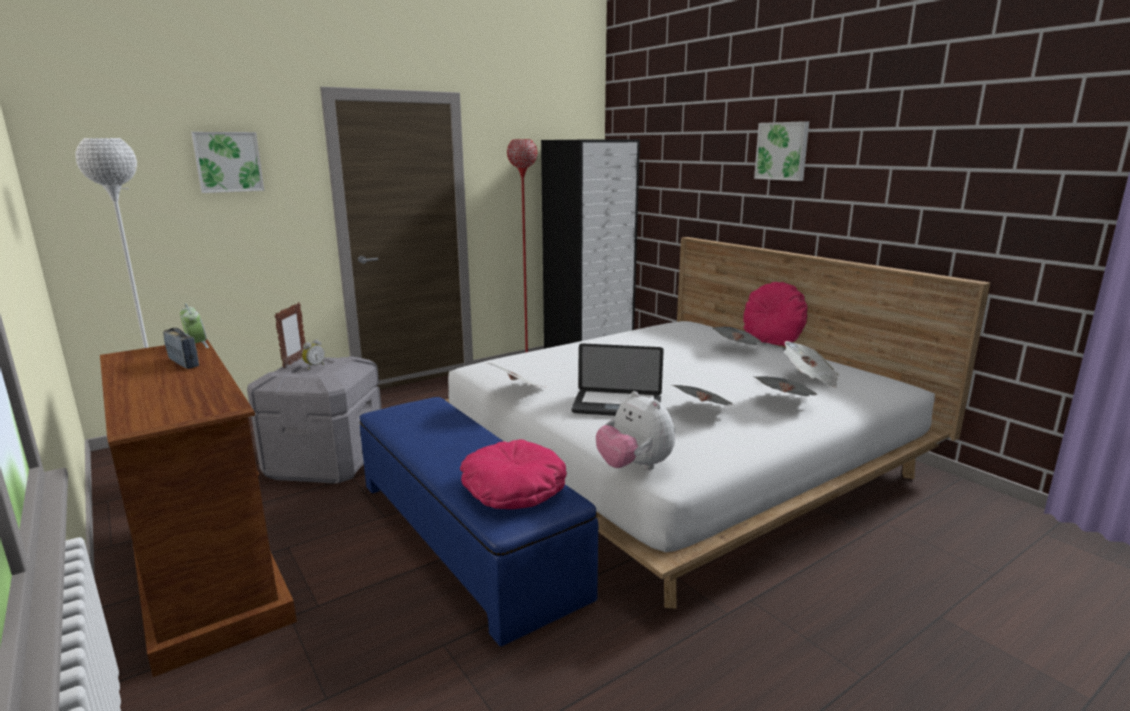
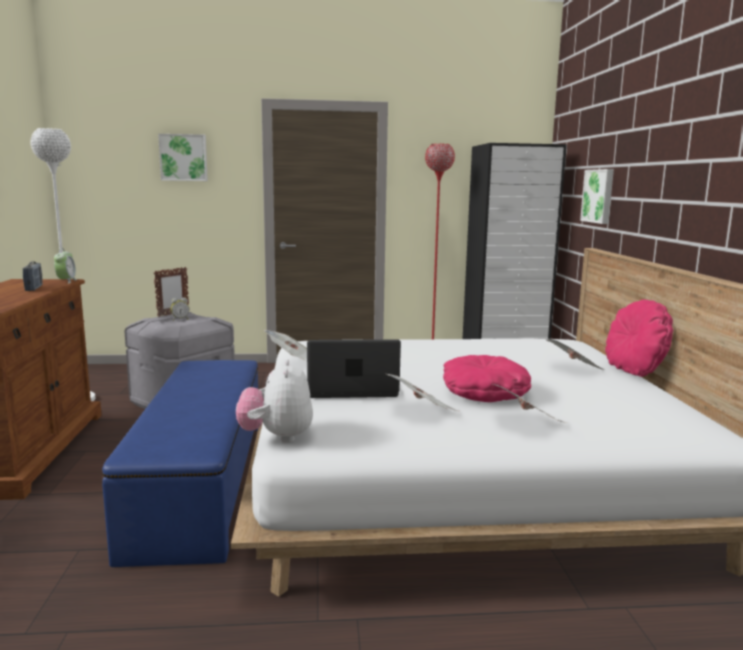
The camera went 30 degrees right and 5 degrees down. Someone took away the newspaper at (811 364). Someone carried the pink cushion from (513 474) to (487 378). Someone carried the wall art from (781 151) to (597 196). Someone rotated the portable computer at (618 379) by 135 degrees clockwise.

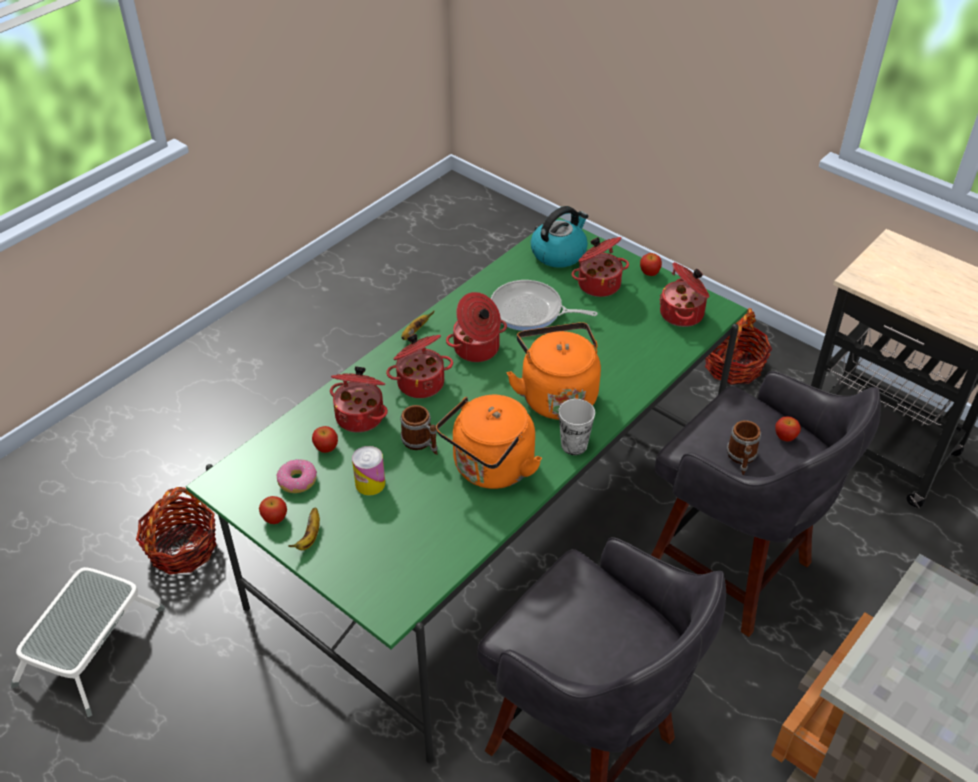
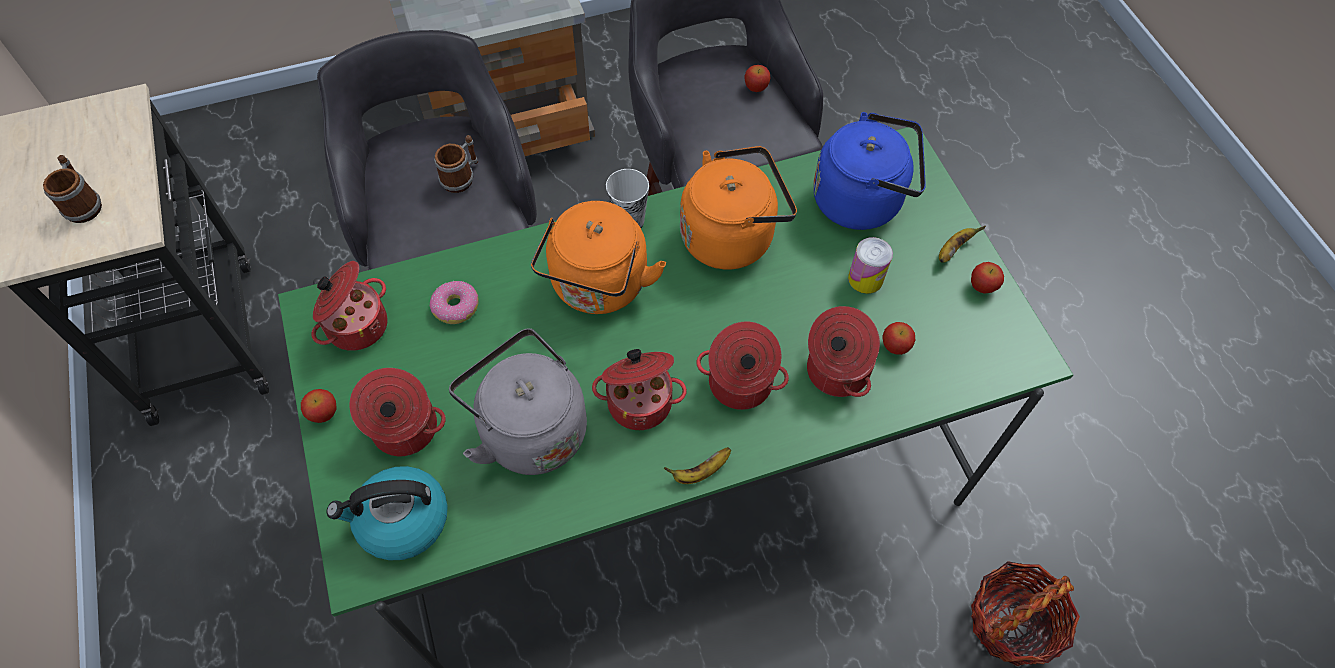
The camera went 150 degrees left and 15 degrees up. Someone took away the greyish step stool at (88 642). Someone took away the storage basket at (738 346). Someone put down the bluish water kettle at (869 171). Someone carried the ring doughnut from (297 476) to (454 302). Someone carried the tea mug from (419 430) to (72 189). Someone carried the apple from (788 429) to (757 78). Someone swapped the skillet at (544 305) for the greyish water kettle at (518 401).

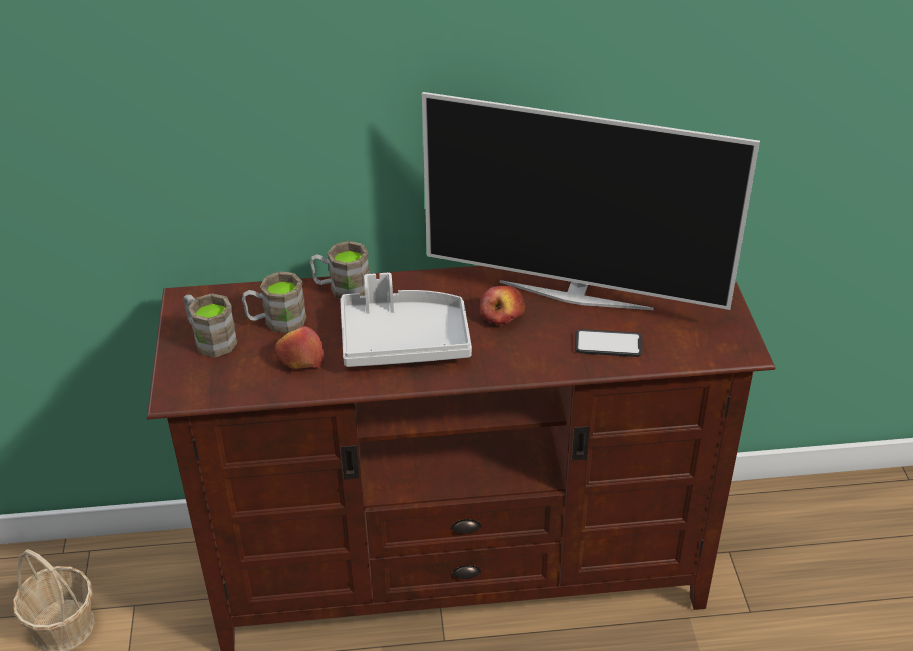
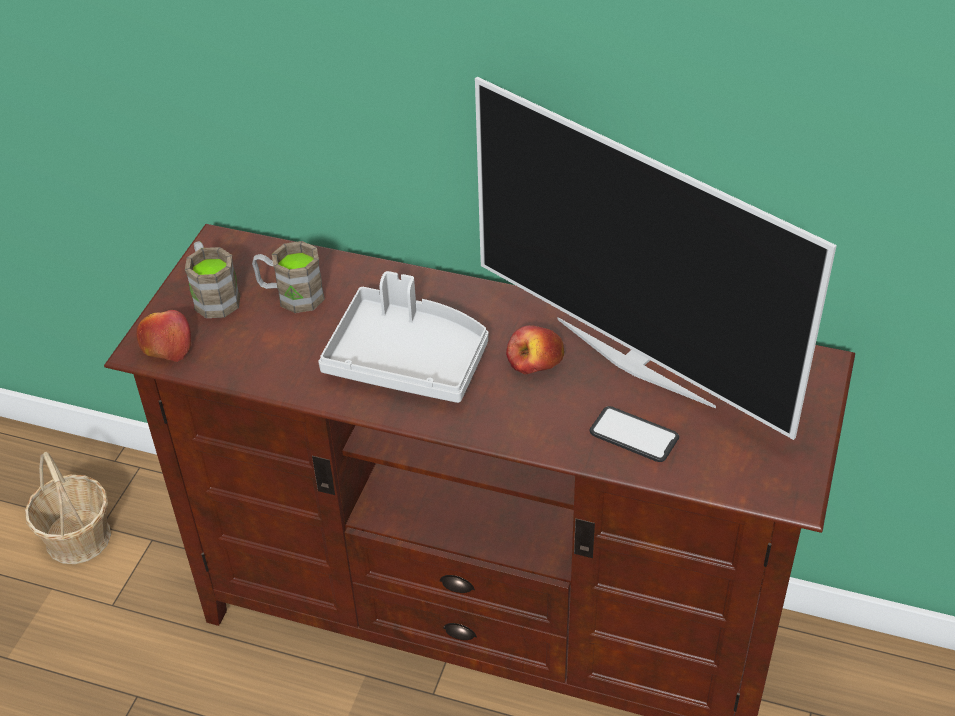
The camera went 25 degrees right and 5 degrees up. Someone took away the brown-coloured tea mug at (340 270). Someone carried the apple from (299 347) to (164 336).

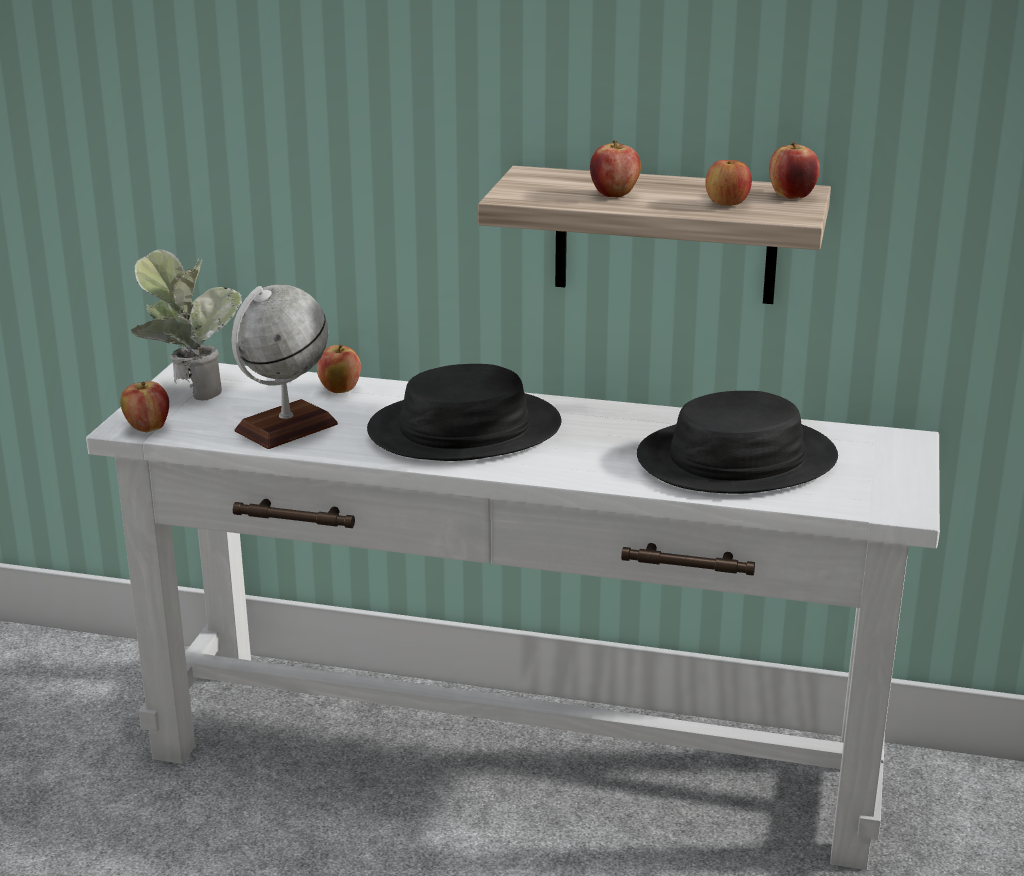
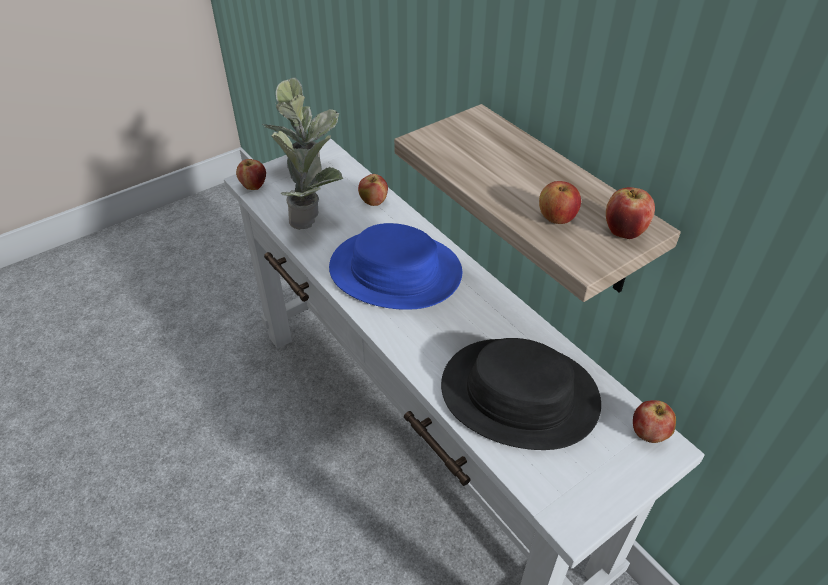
The camera went 40 degrees right and 20 degrees up. Someone carried the apple from (615 169) to (654 421). Someone swapped the desk globe at (284 366) for the plant in a pot at (307 180). Someone repainted the black hat at (464 412), which became the bluish hat at (395 266).

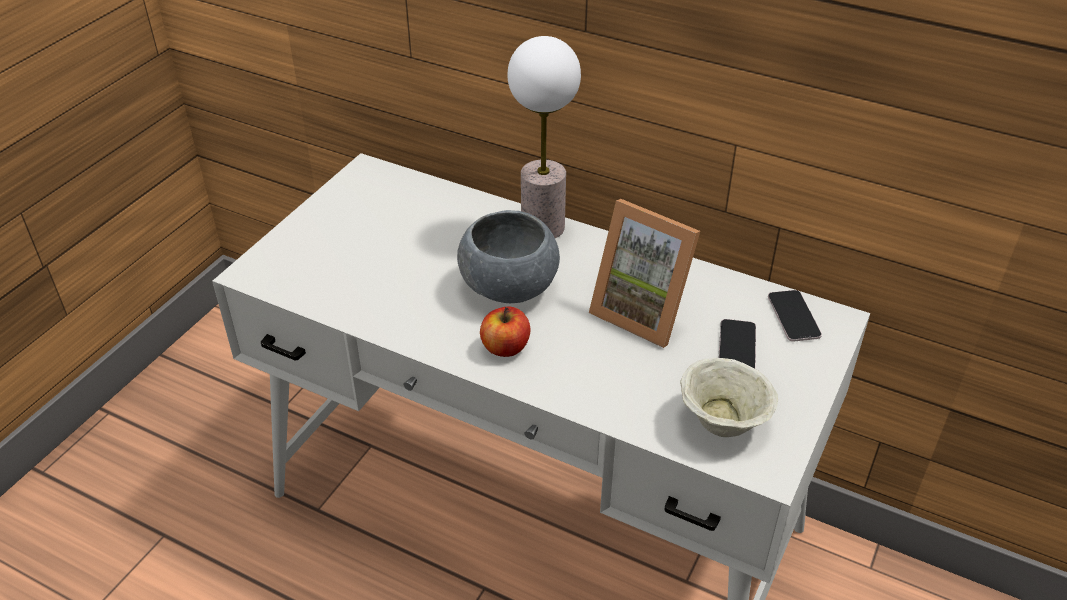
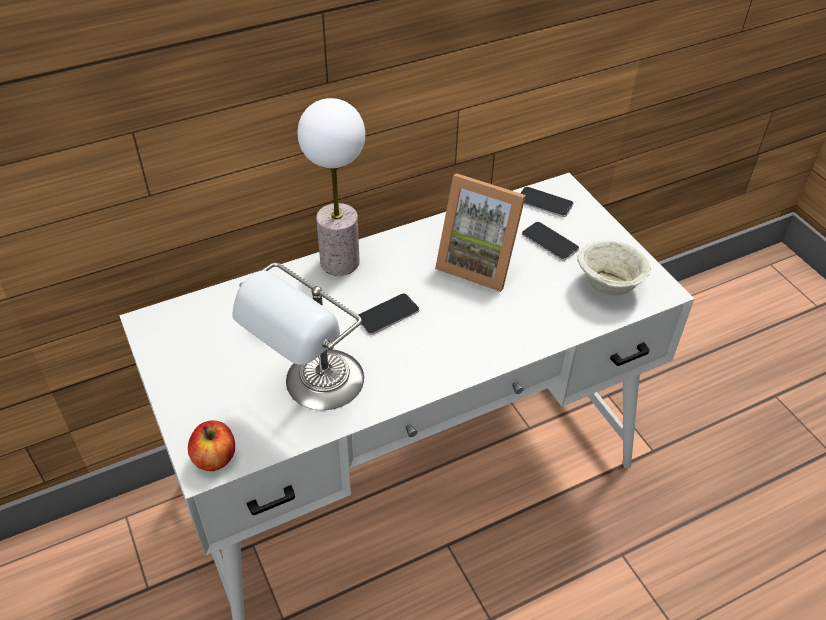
The camera went 55 degrees left and 5 degrees up. Someone put down the white table lamp at (298 336). Someone carried the apple from (505 331) to (211 445). Someone swapped the greyish serving bowl at (508 256) for the phone at (388 314). Someone rotated the picture frame at (644 273) by 45 degrees clockwise.

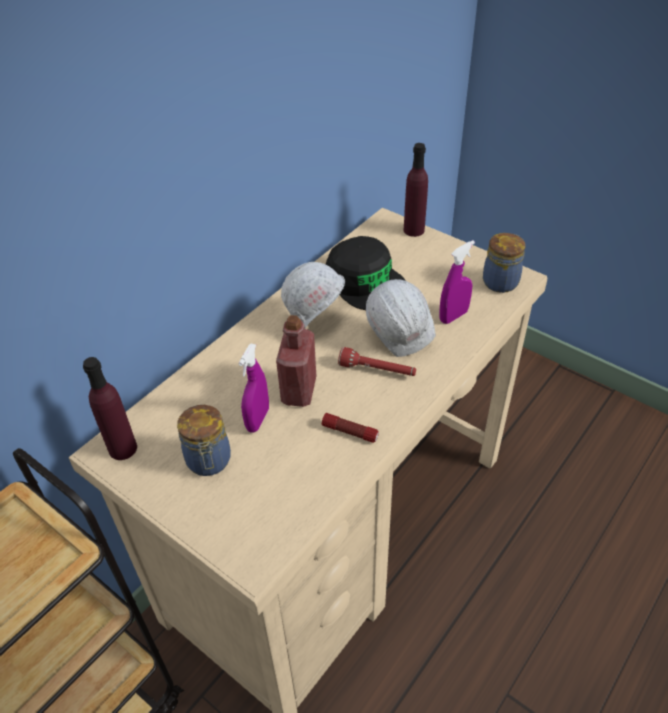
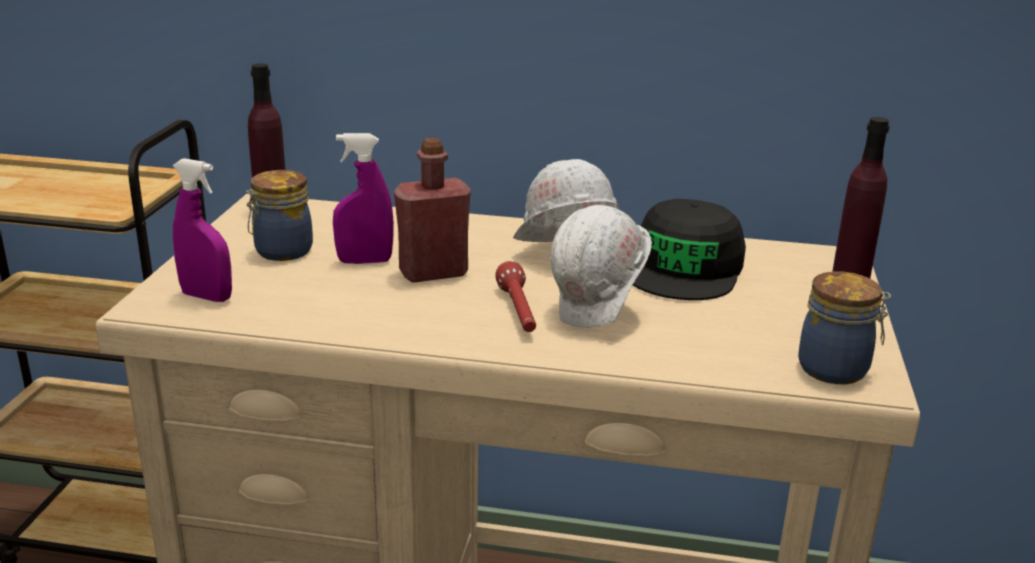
The camera went 60 degrees right and 20 degrees down. Someone took away the hand torch at (350 428). Someone carried the purple-coloured sprayer from (457 282) to (202 230).

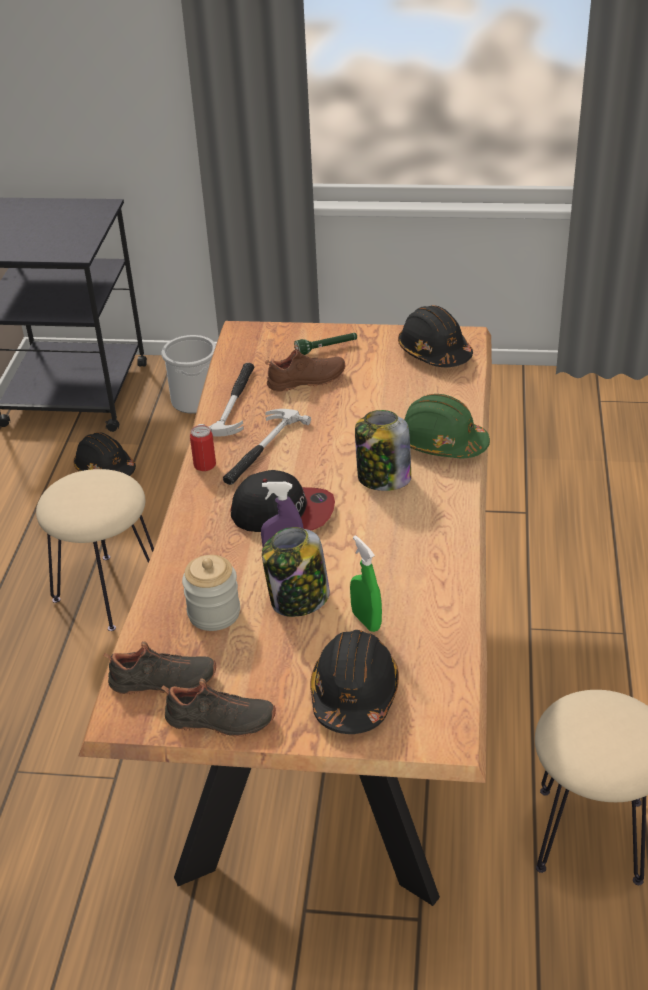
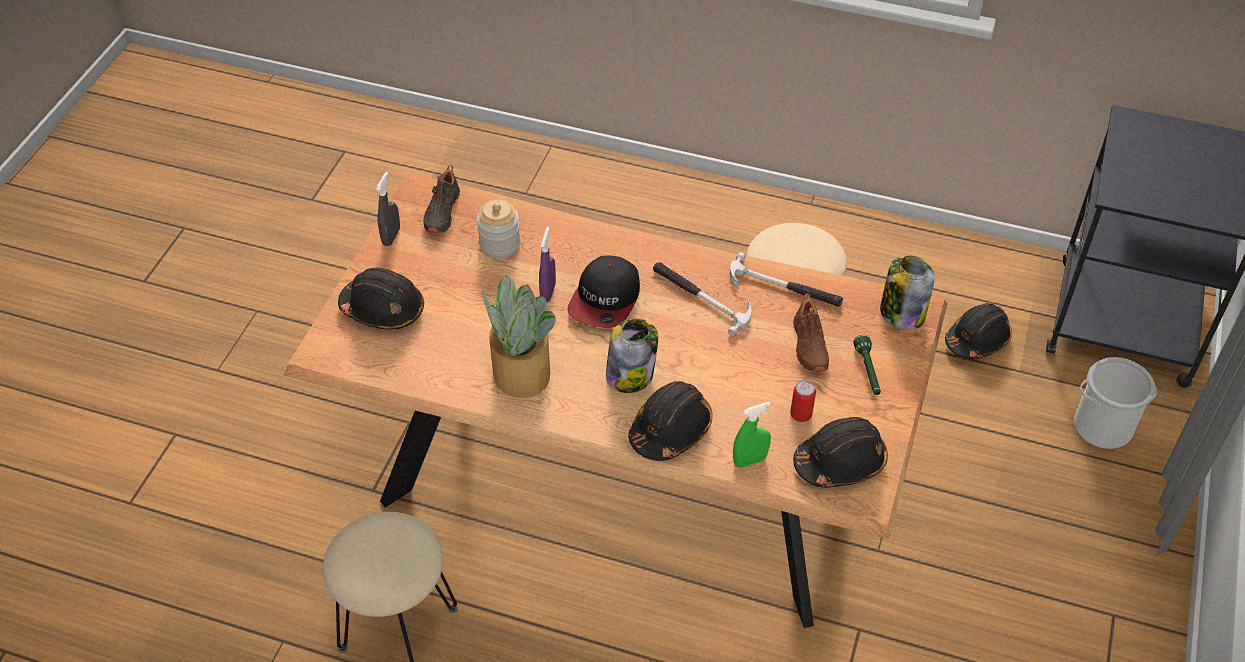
The camera went 100 degrees right and 10 degrees up. Someone put down the plant in a pot at (519 336). Someone carried the can from (203 448) to (803 401). Someone carried the storage jar from (296 572) to (907 293). Someone carried the greenish sprayer from (366 583) to (752 435). Someone swapped the black item of footwear at (218 707) for the greyish sprayer at (388 209). Someone repainted the greenish work helmet at (447 426), which became the black work helmet at (670 421).

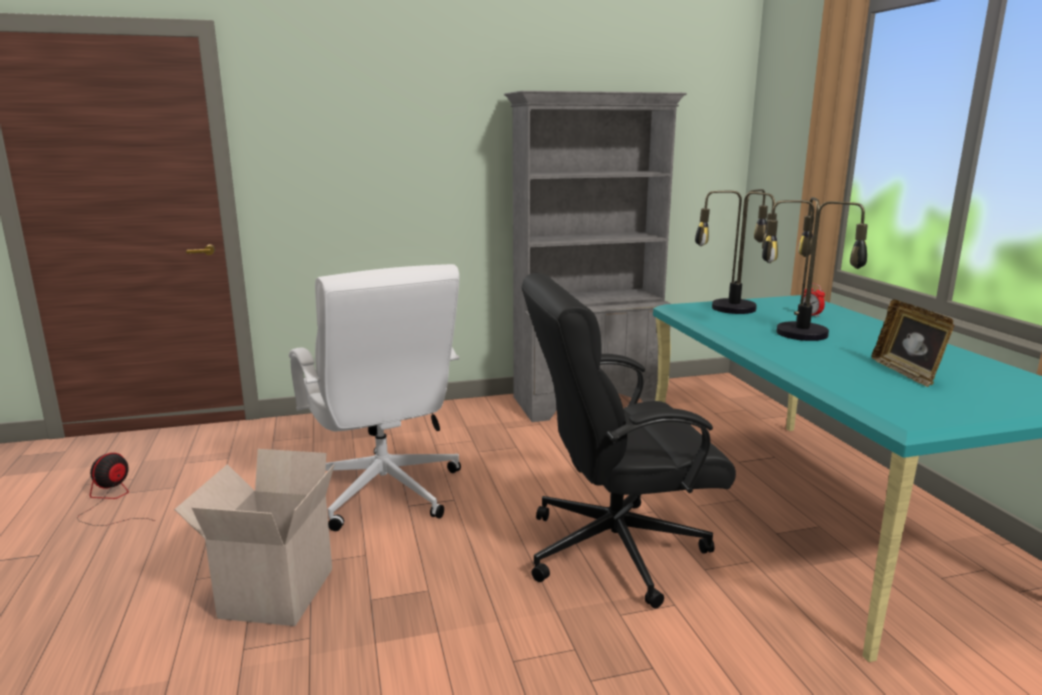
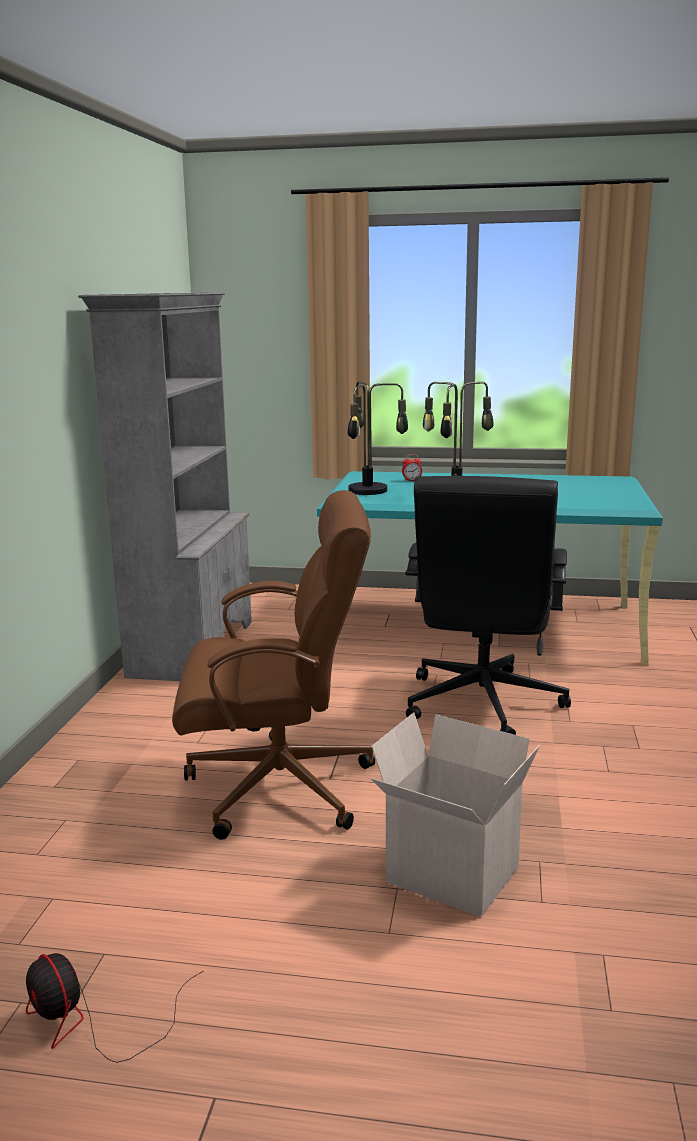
The camera went 65 degrees left and 0 degrees up. Someone took away the picture frame at (912 343). Someone repainted the white computer chair at (375 397), which became the brown-coloured computer chair at (273 665).

